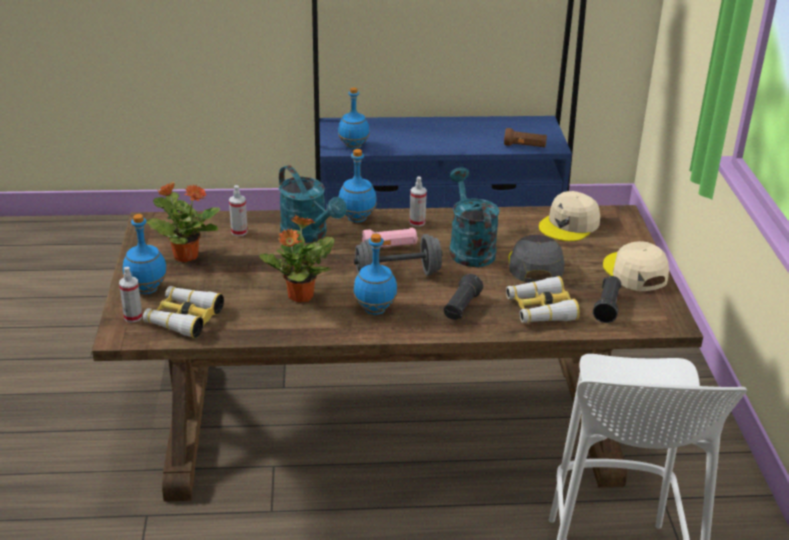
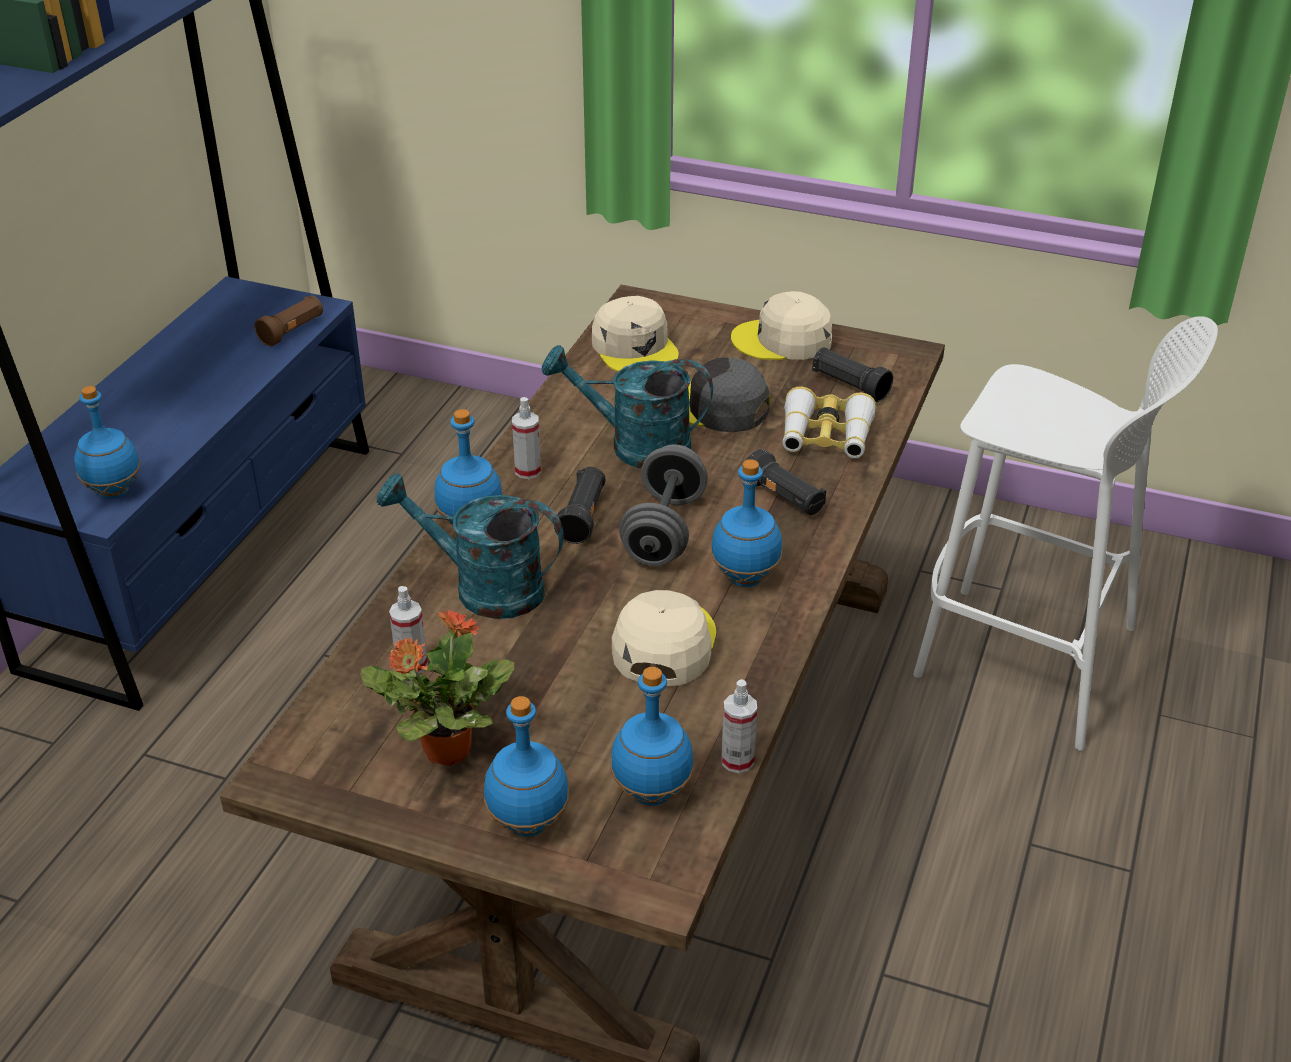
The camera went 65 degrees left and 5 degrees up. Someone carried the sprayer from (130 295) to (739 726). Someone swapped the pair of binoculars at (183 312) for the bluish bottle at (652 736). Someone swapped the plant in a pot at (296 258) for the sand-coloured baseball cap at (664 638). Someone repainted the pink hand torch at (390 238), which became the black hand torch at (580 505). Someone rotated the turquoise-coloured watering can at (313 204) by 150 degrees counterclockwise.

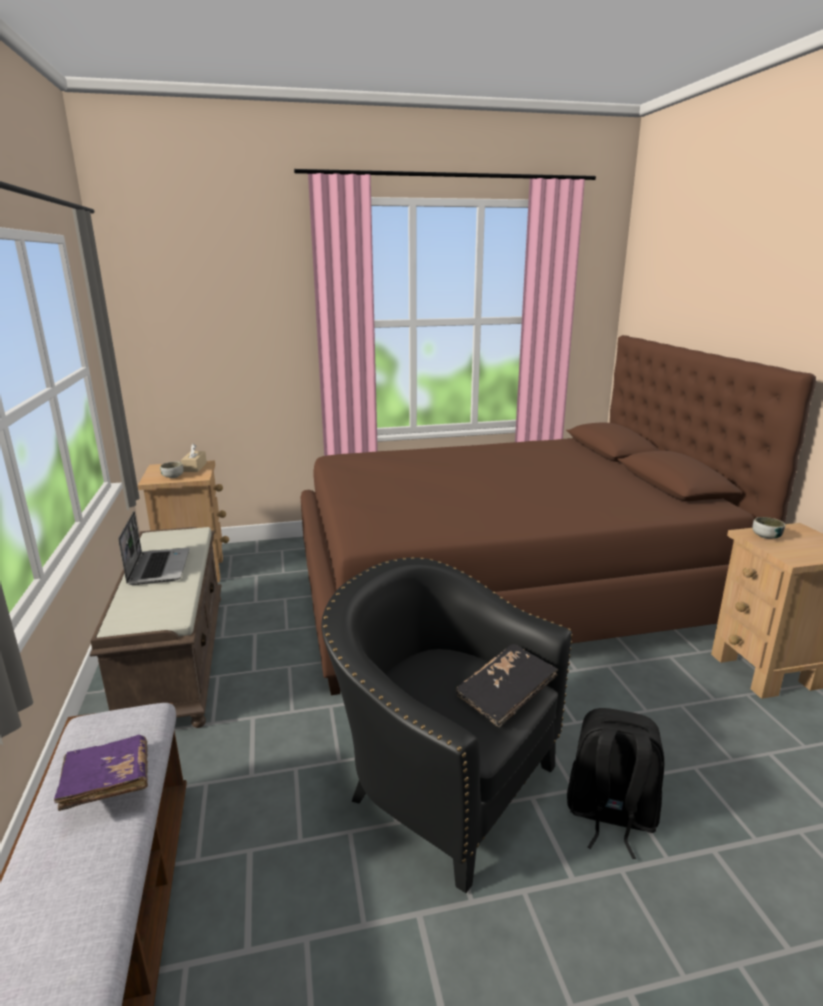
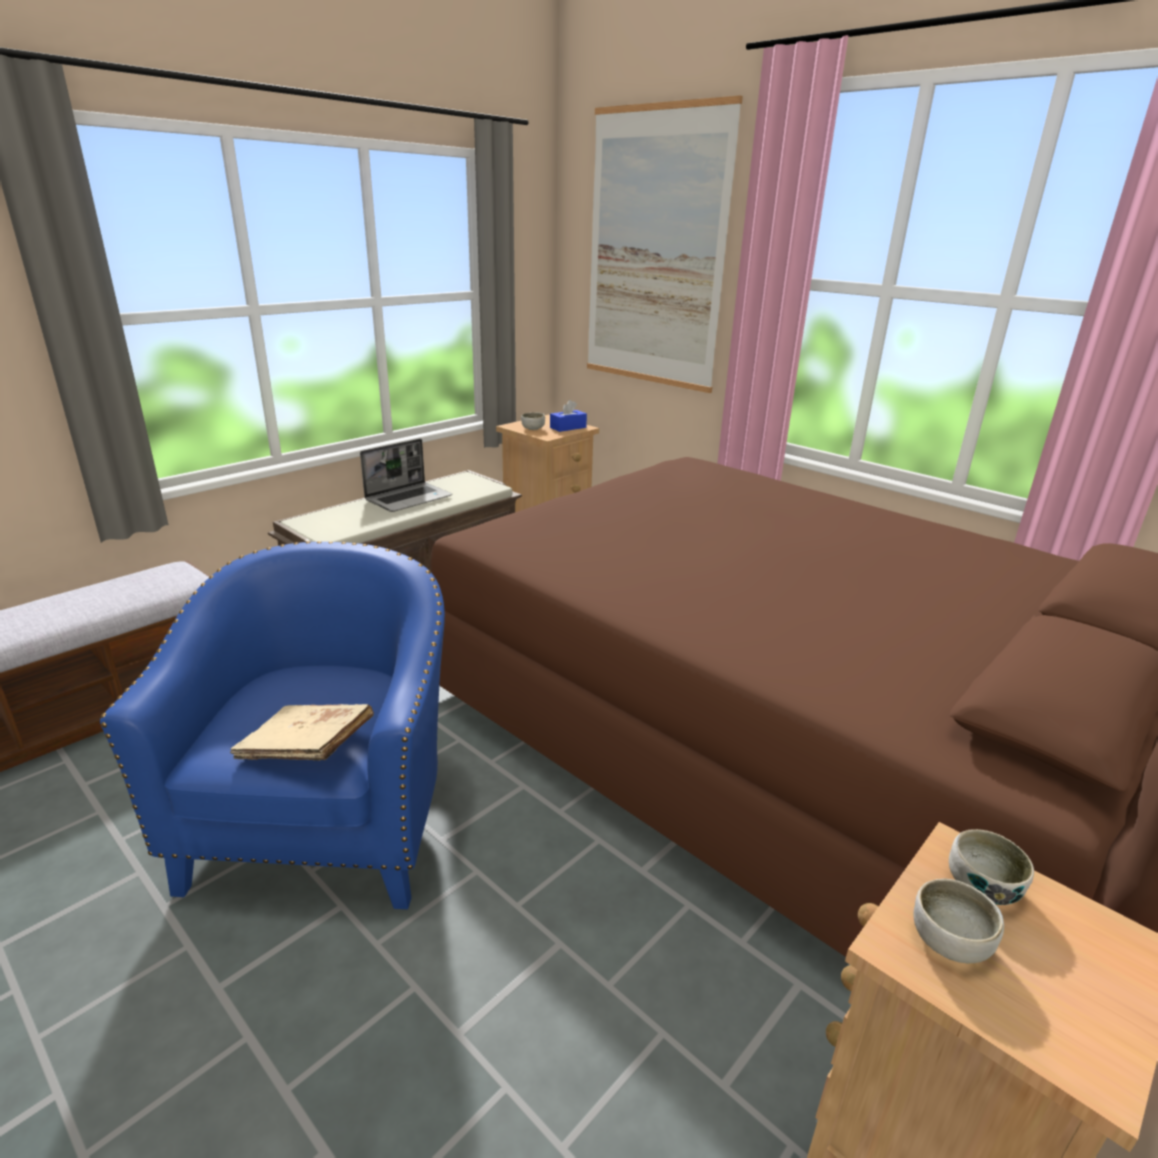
The camera went 55 degrees right and 5 degrees up. Someone took away the purple-coloured bound book at (101 773). Someone took away the black backpack at (615 783). Someone put up the wall art at (665 244). Someone put down the serving bowl at (958 921). Someone repainted the sand-coloured tissue holder at (194 458), which became the bluish tissue holder at (568 416). Someone repainted the black armchair at (447 725), which became the bluish armchair at (272 725). Someone repainted the black bound book at (507 685), which became the sand-coloured bound book at (302 732).

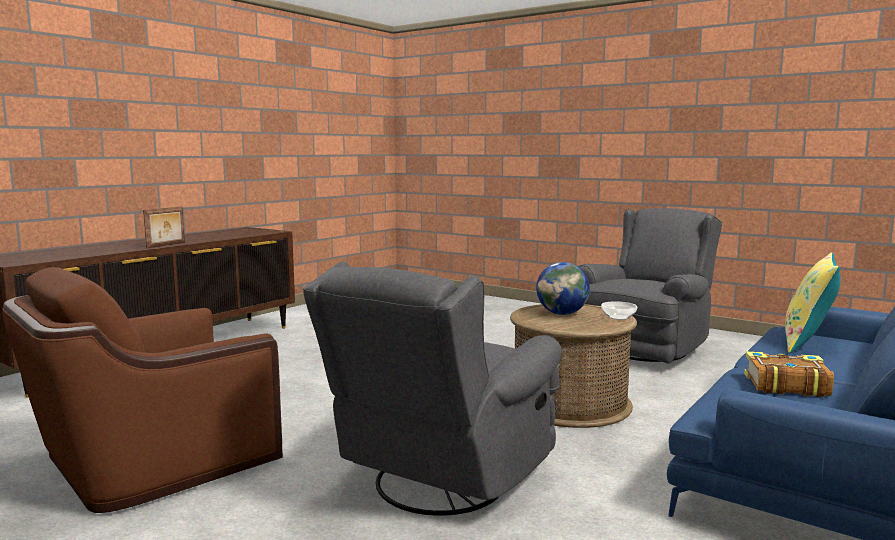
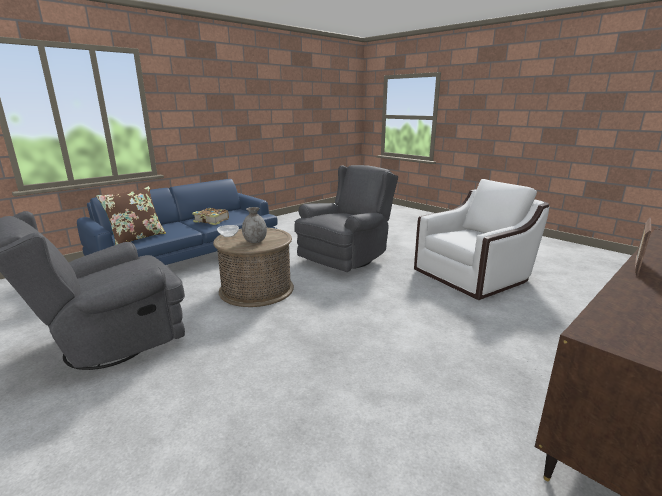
The camera went 170 degrees left and 10 degrees up. Someone swapped the desk globe at (563 288) for the greyish vase at (254 225). Someone repainted the brown-coloured armchair at (142 390), which became the white armchair at (481 239). Someone repainted the yellow cushion at (813 303), which became the brown-coloured cushion at (131 215).

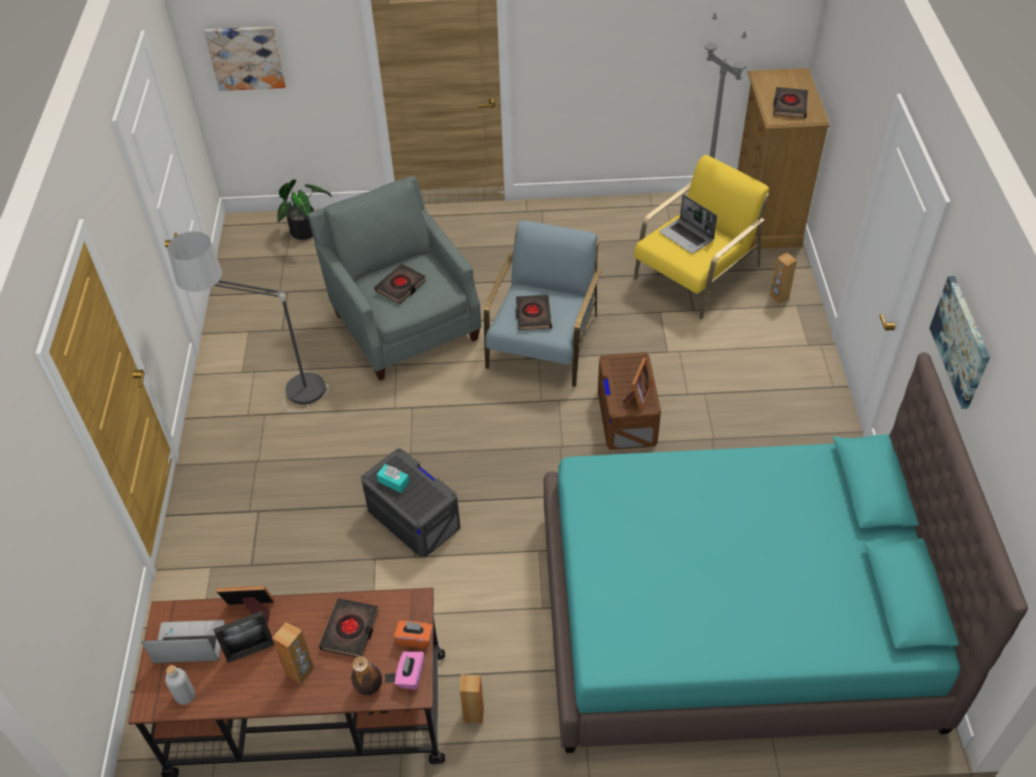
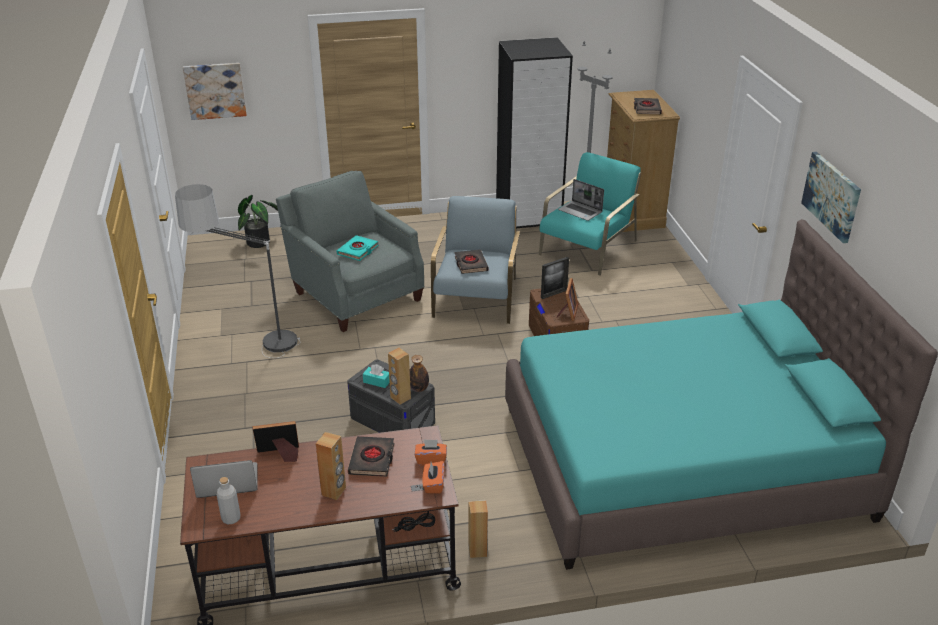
The camera went 10 degrees left and 15 degrees down. Someone put down the clothes cupboard at (534 132). Someone carried the picture frame from (243 637) to (555 278). Someone carried the bottle from (366 675) to (419 373). Someone carried the brown-coloured speaker from (783 278) to (399 376). Someone repainted the black bound book at (400 284), which became the turquoise-coloured bound book at (357 248). Someone repainted the pink tissue holder at (409 671), which became the orange-coloured tissue holder at (434 477). Someone repainted the yellow armchair at (701 237), which became the turquoise-coloured armchair at (590 214).

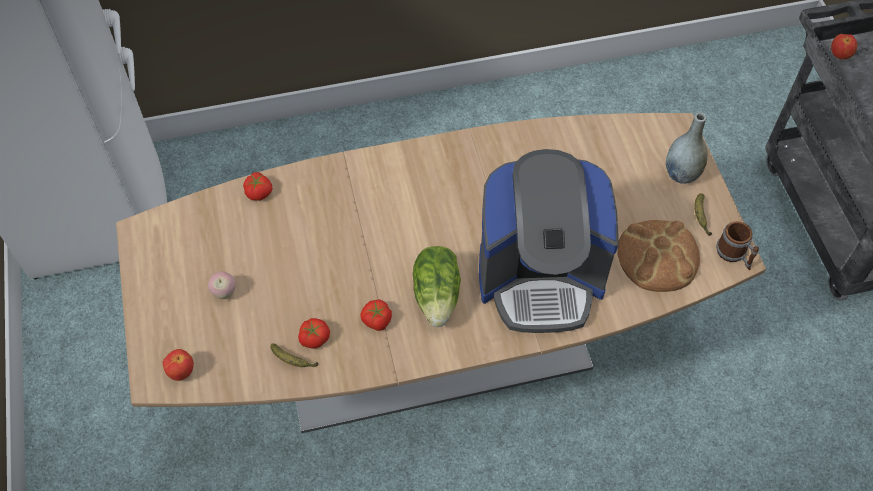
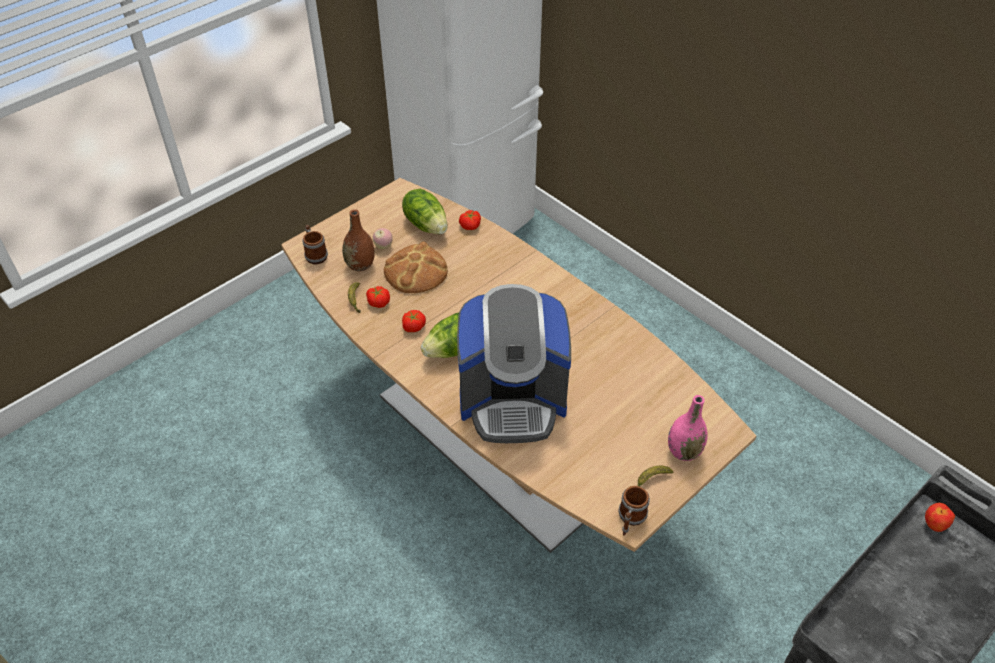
The camera went 60 degrees right and 10 degrees down. Someone put down the brown-coloured vase at (358 240). Someone put down the lettuce at (425 211). Someone carried the baked bread from (658 256) to (416 267). Someone swapped the apple at (178 365) for the tea mug at (315 244). Someone repainted the greyish vase at (687 148), which became the pink vase at (688 428). Someone rotated the coffee maker at (549 241) by 60 degrees counterclockwise.

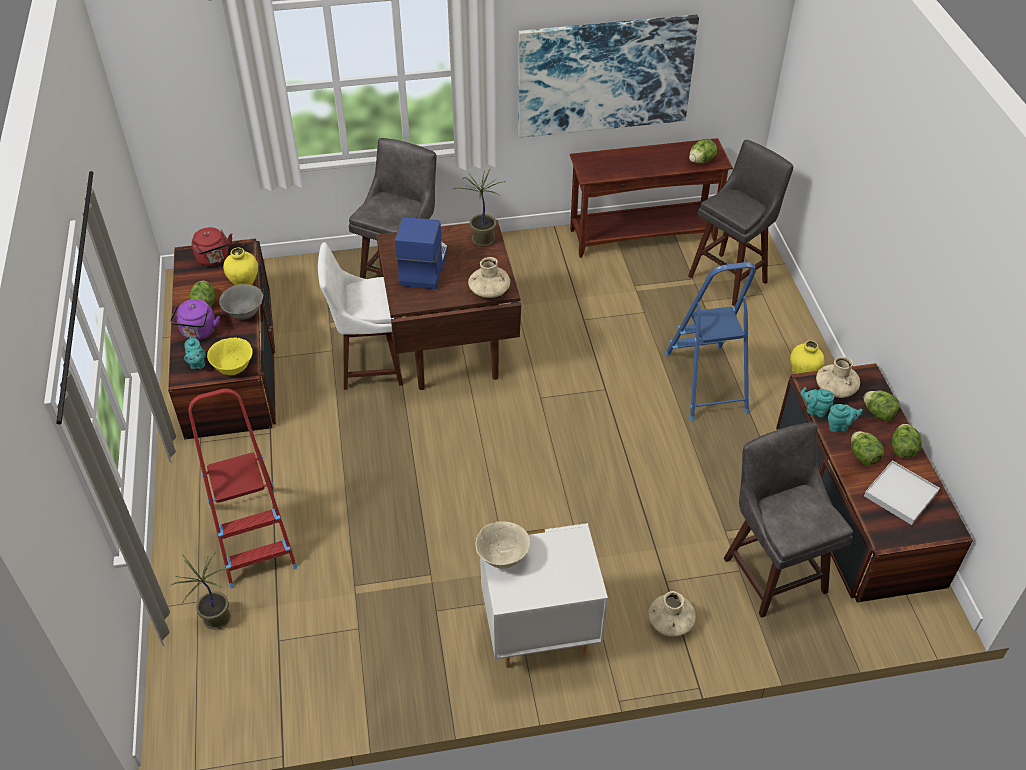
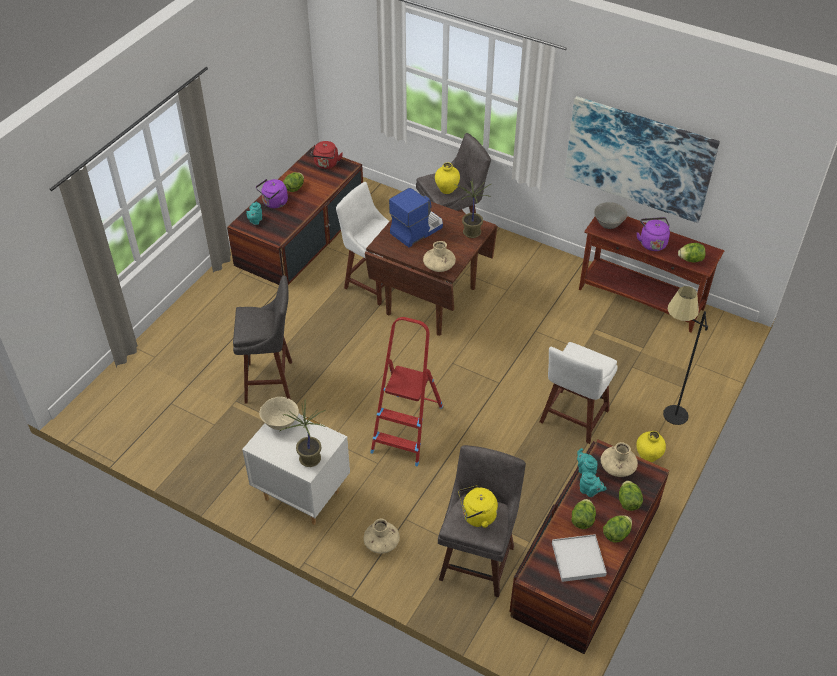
The camera went 40 degrees right and 0 degrees up. Someone took away the yellow serving bowl at (230 356). Someone put down the yellow water kettle at (478 506). Someone put down the purple-coloured water kettle at (653 234). Someone put down the black standard lamp at (685 355). Someone carried the plant in a pot from (200 590) to (303 433). Someone carried the red-coloured step stool from (242 488) to (406 391). Someone carried the greyish serving bowl from (241 302) to (610 215). Someone carried the yellow vase from (240 266) to (447 178). Someone carried the greyish stool seat from (740 223) to (262 339). Someone swapped the bluish step stool at (711 341) for the white upright chair at (579 393).

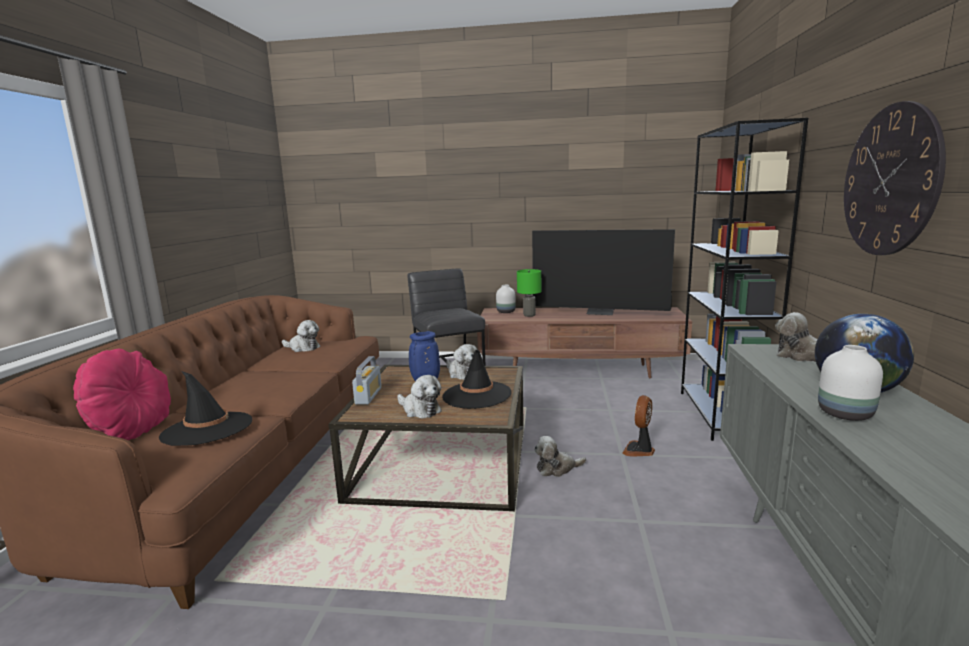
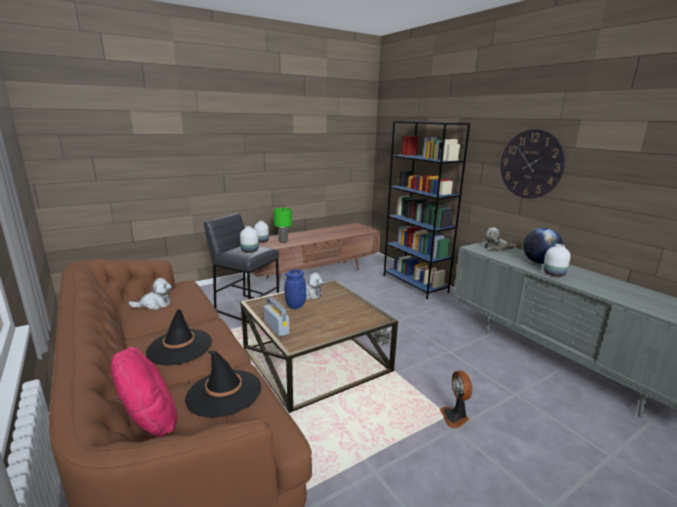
The camera went 40 degrees left and 5 degrees up. Someone took away the cuddly toy at (419 396). Someone took away the TV set at (603 272). Someone put down the white vase at (249 239). Someone carried the black hat from (476 379) to (179 337). Someone carried the cooling fan from (638 426) to (456 400).

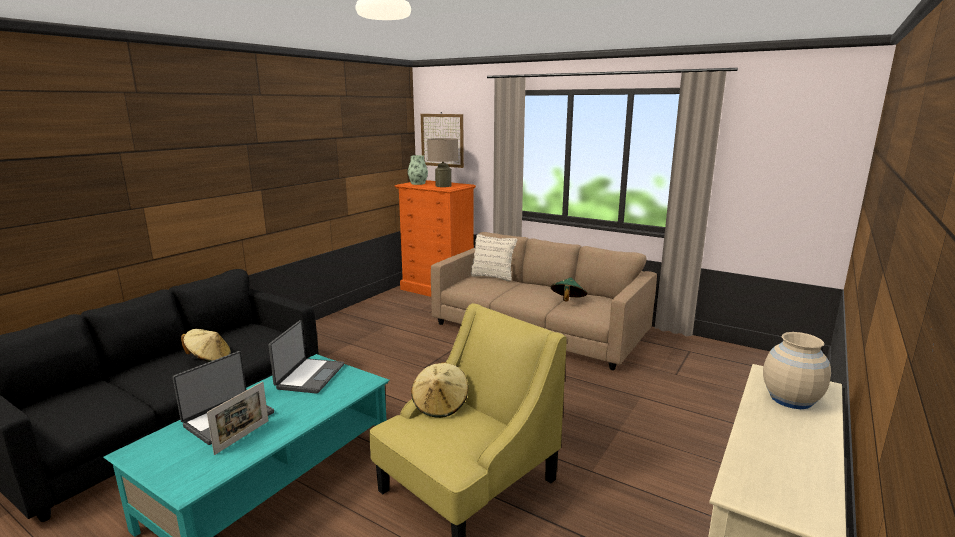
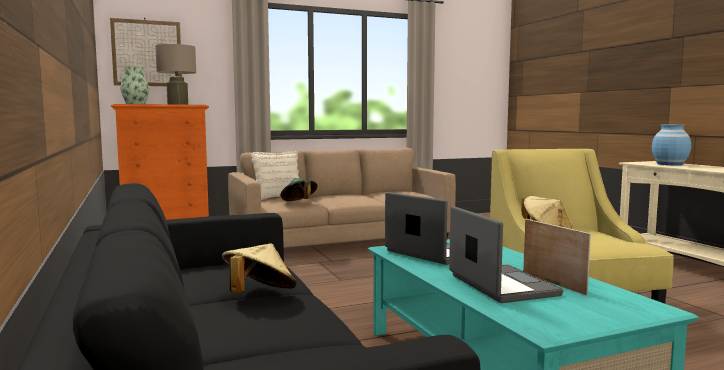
The camera went 55 degrees left and 10 degrees down. Someone carried the greenish hat from (569 289) to (298 189). Someone repainted the sand-coloured vase at (797 370), which became the bluish vase at (671 145).

